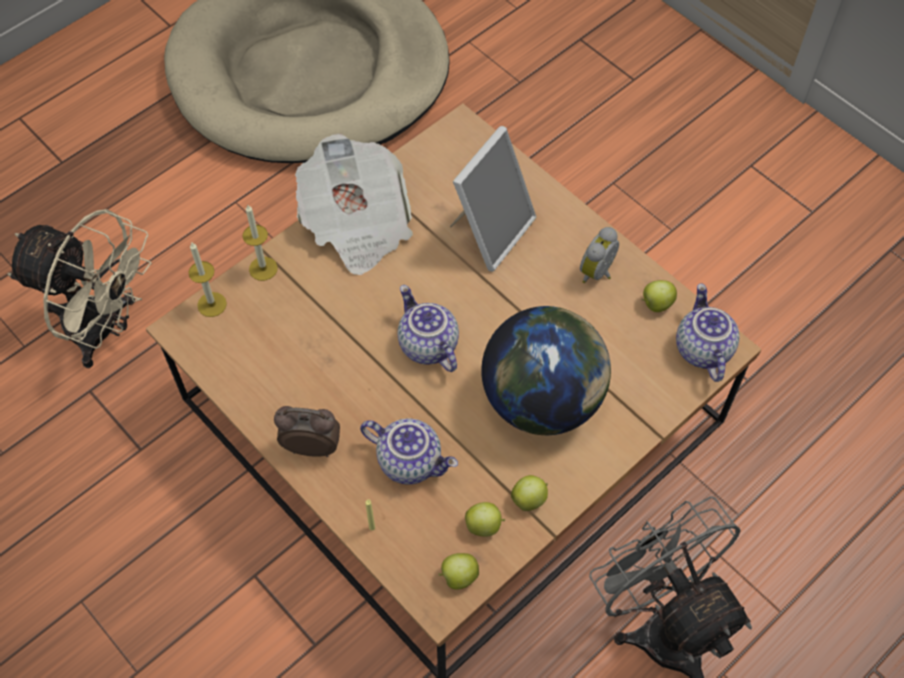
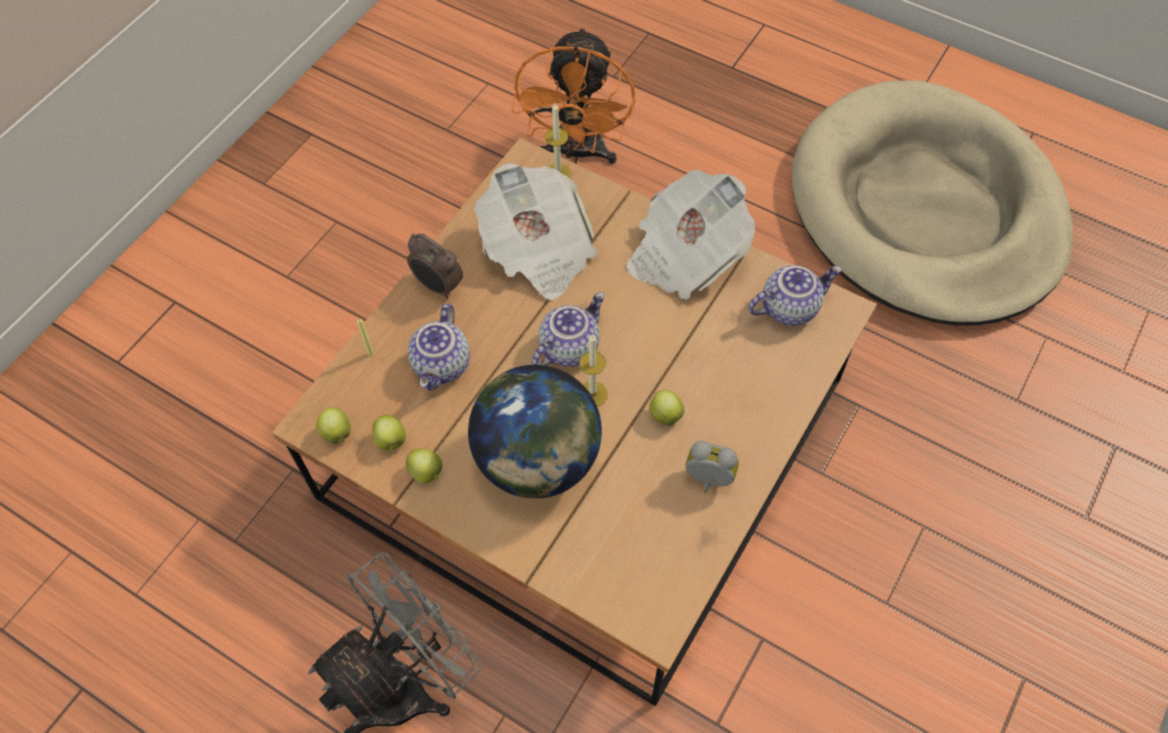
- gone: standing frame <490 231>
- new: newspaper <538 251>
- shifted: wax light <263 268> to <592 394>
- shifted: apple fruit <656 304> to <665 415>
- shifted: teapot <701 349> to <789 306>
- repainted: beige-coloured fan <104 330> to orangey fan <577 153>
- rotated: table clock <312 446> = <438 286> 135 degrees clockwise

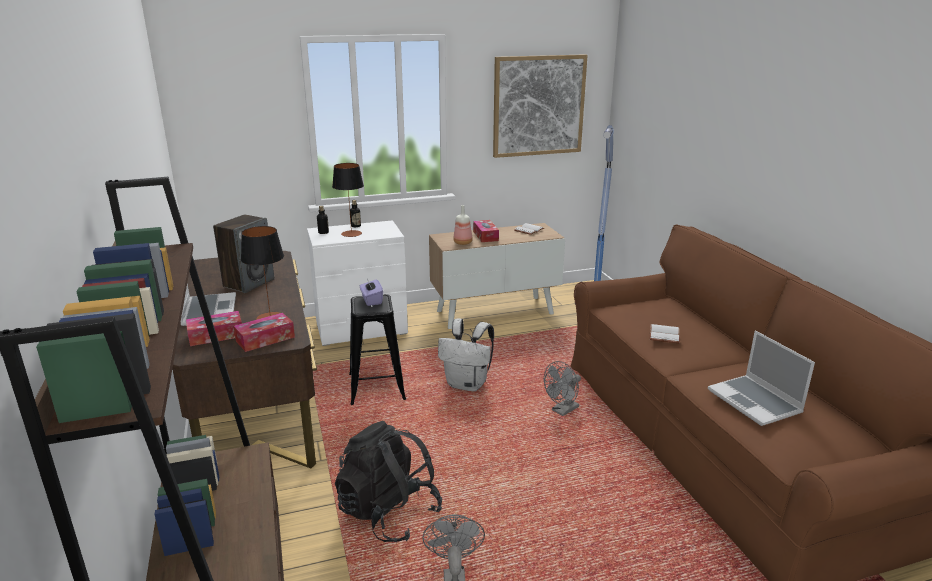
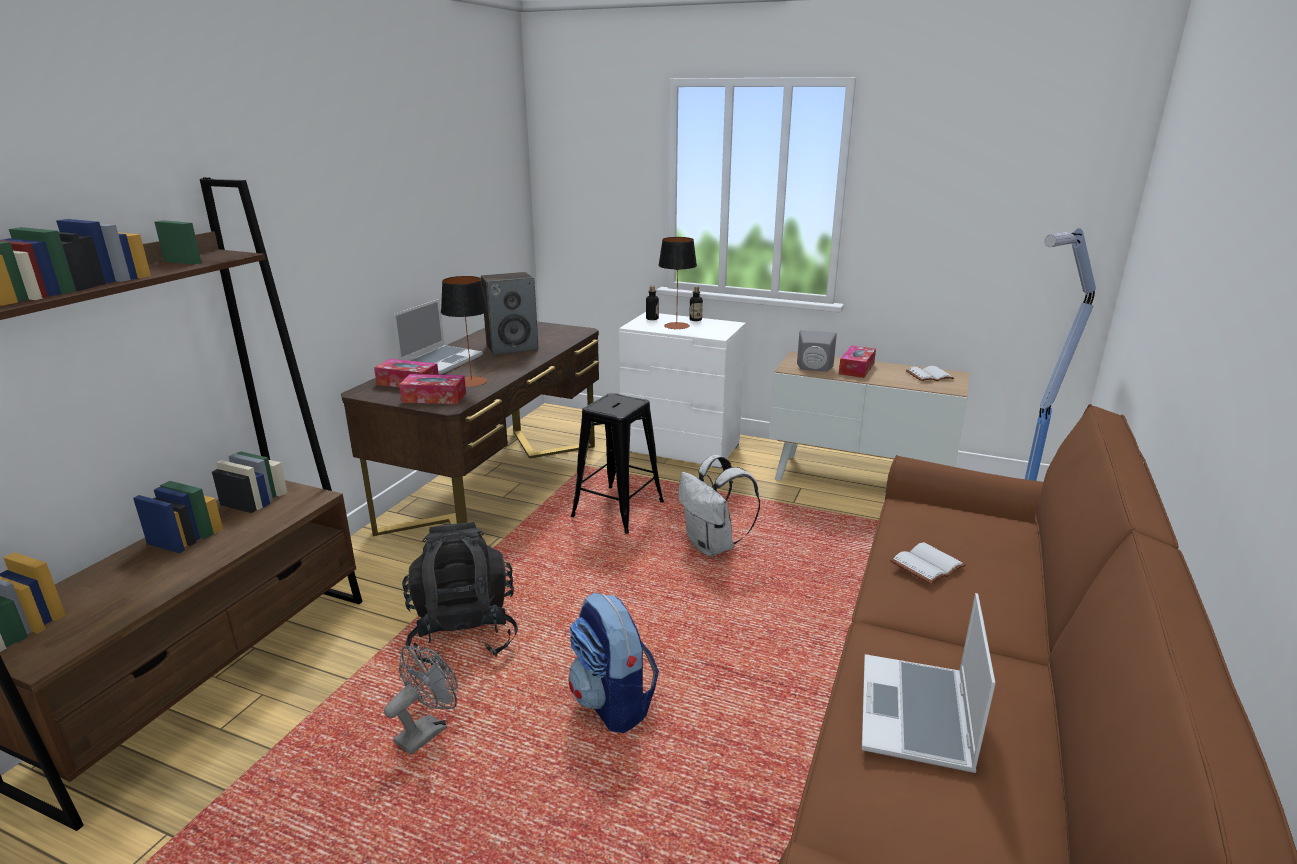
- gone: purple-coloured box of tissues <371 300>
- gone: wall art <538 106>
- gone: grey fan <562 411>
- new: knapsack <613 703>
- swapped: beverage bottle <463 242> to grey audio speaker <814 369>

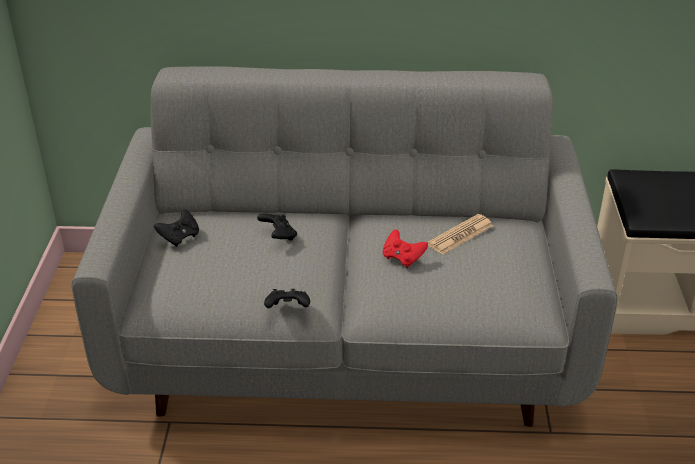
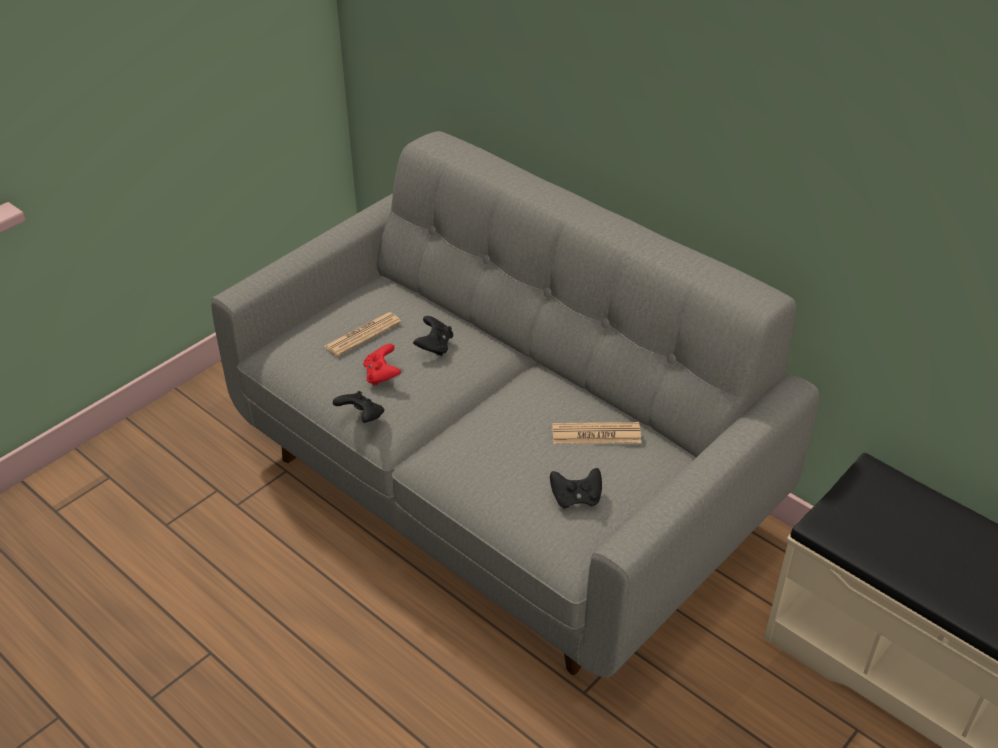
- new: newspaper <363 335>
- shifted: black-coloured joypad <179 237> to <576 498>
- shifted: reddish joypad <402 258> to <382 375>

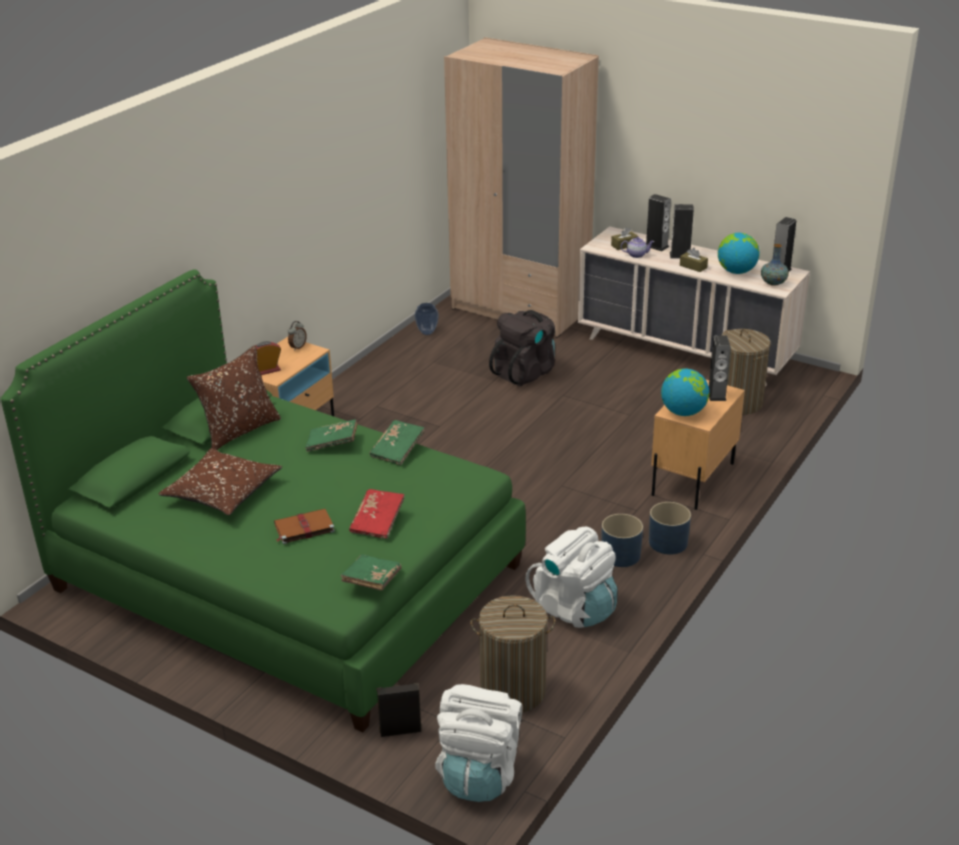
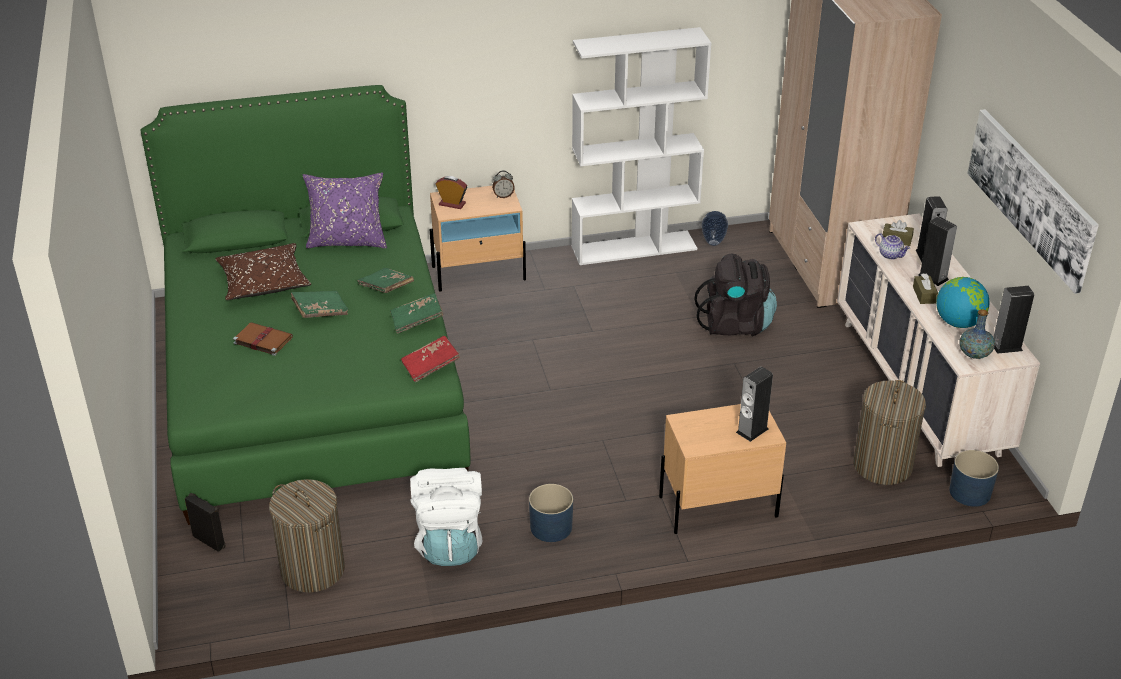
- gone: white-coloured knapsack <479 773>
- gone: desk globe <683 412>
- new: white-coloured bookshelf <634 248>
- new: wall art <1030 196>
- shifted: green-coloured volume <371 580> to <320 311>
- shifted: reddish volume <378 522> to <430 366>
- shifted: blue flower pot <668 543> to <969 493>
- repainted: brown pillow <239 430> to purple-coloured pillow <347 241>

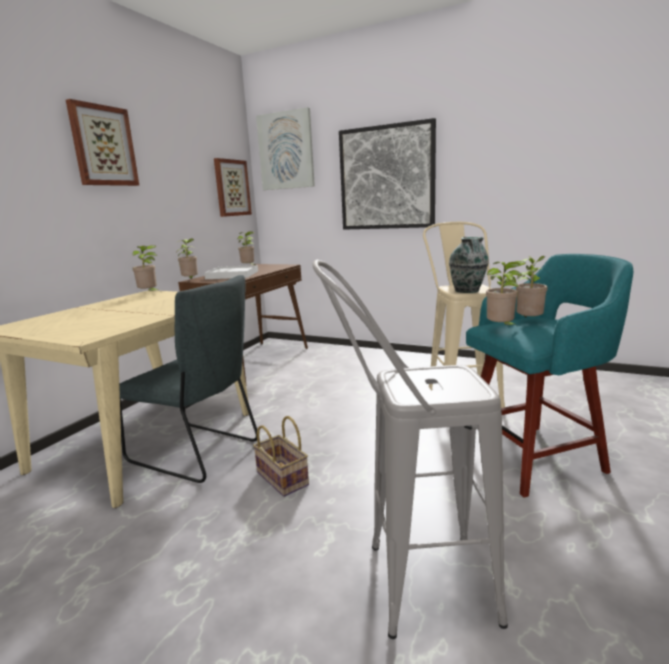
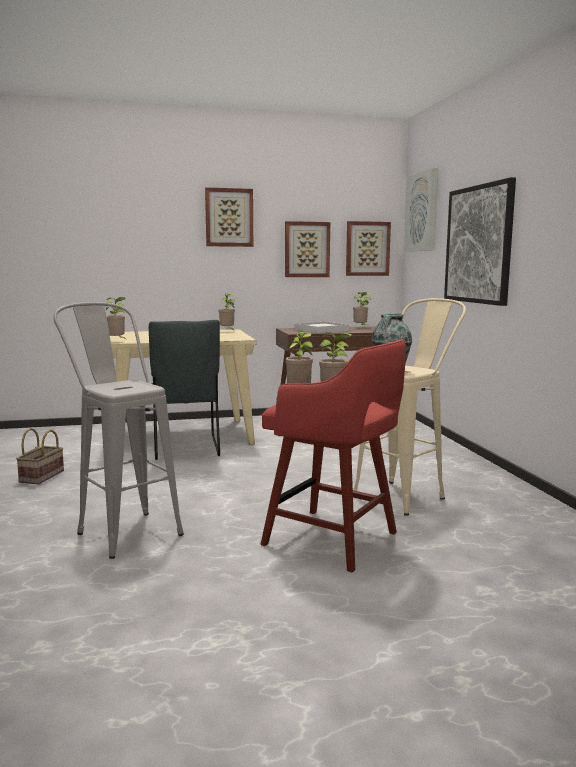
- new: wall art <306 249>
- shifted: potted plant <191 281> to <117 341>
- shifted: household basket <284 479> to <42 477>
- repainted: turquoise-coloured stool seat <535 457> to reddish stool seat <334 540>

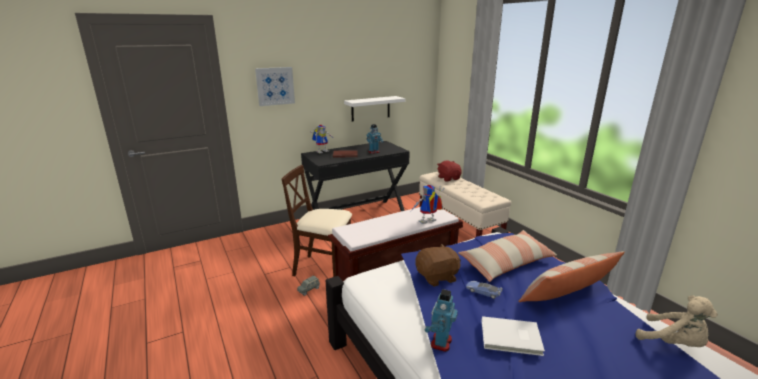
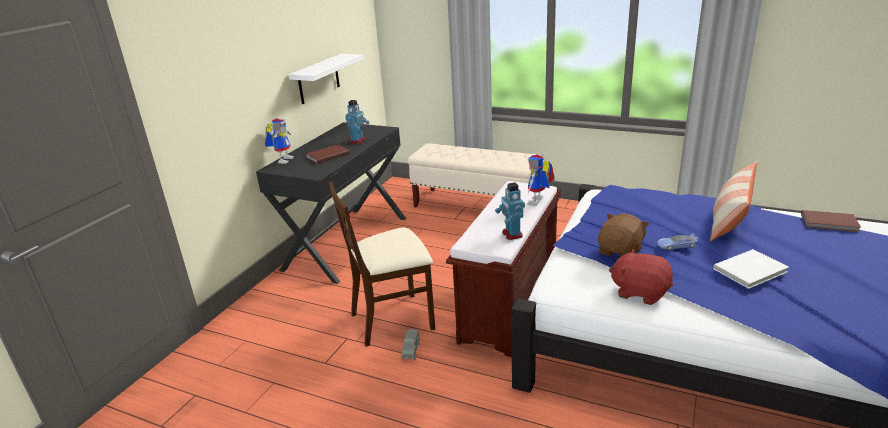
- gone: wall art <275 86>
- gone: pillow <506 263>
- shifted: toy robot <440 342> to <511 234>
- shifted: reddish soft toy <448 178> to <640 292>
- swapped: beige-coloured soft toy <673 343> to brown volume <830 223>

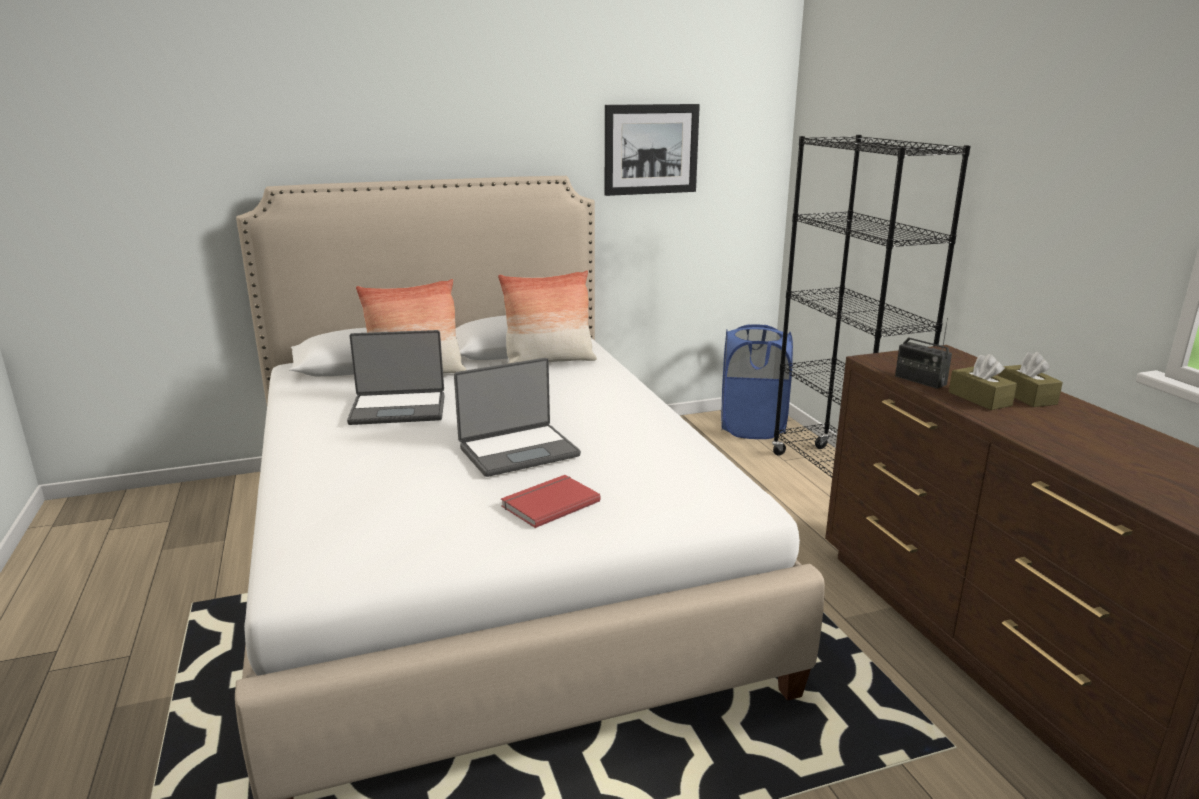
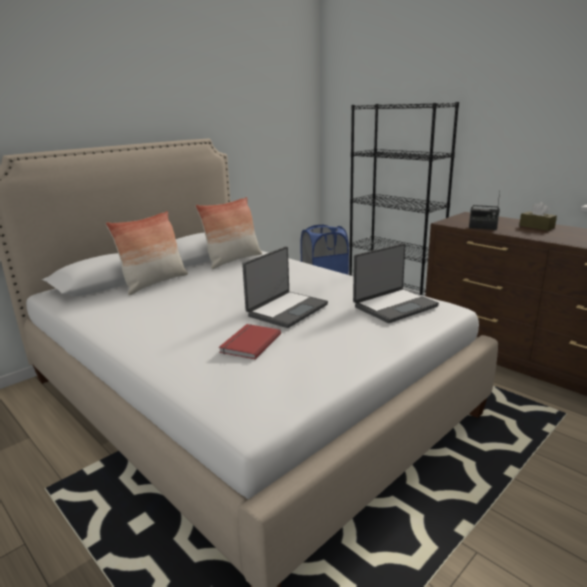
- gone: wall art <651 149>
- gone: brown box of tissues <979 399>
- shifted: portable computer <398 409> to <394 306>
- shifted: reddish volume <548 503> to <249 343>

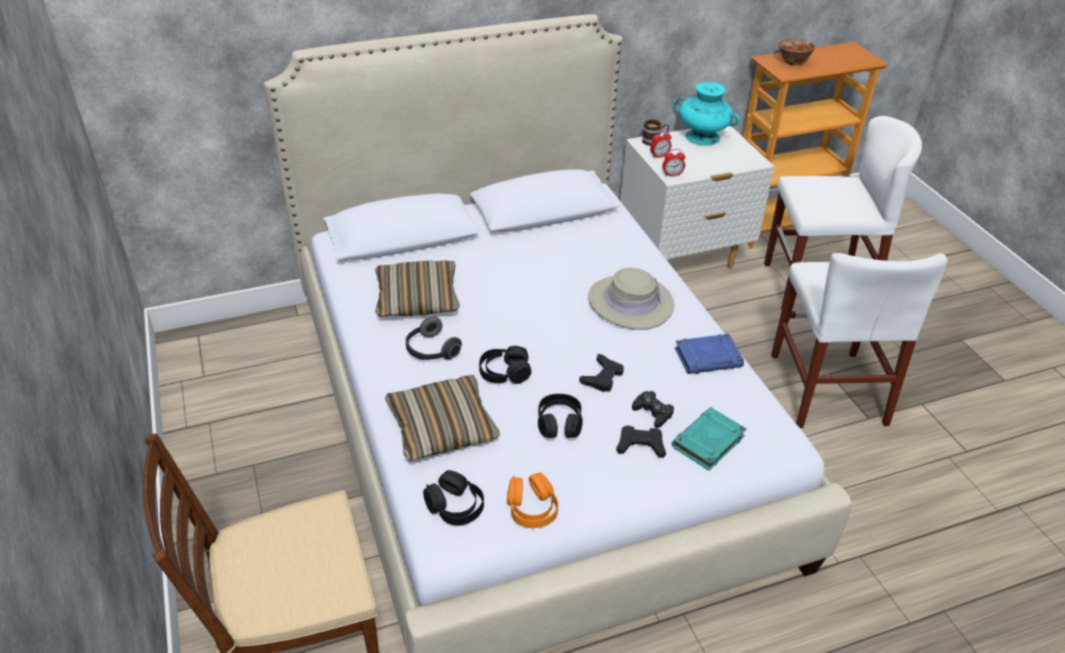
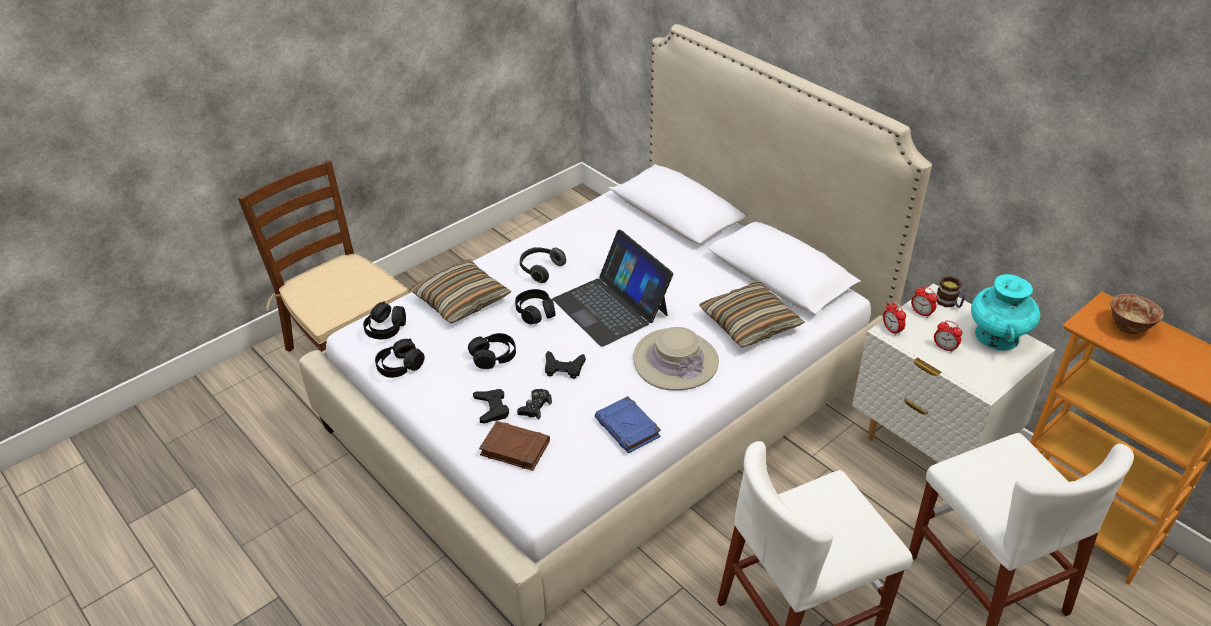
- new: portable computer <611 306>
- new: table clock <944 348>
- shifted: pillow <417 299> to <749 324>
- repainted: orangey headphones <532 508> to black-coloured headphones <400 366>
- repainted: turquoise-coloured volume <708 442> to brown volume <514 448>

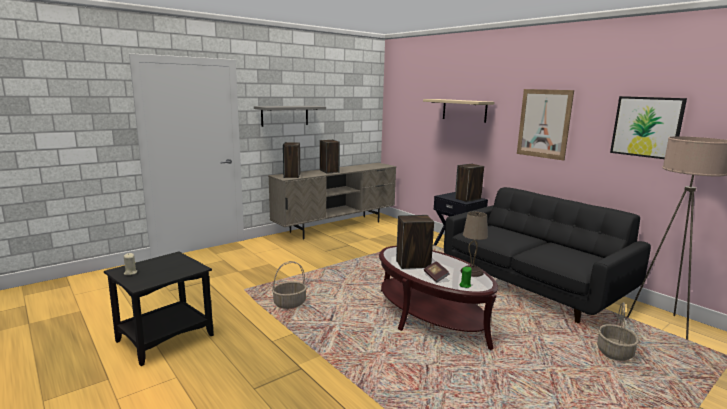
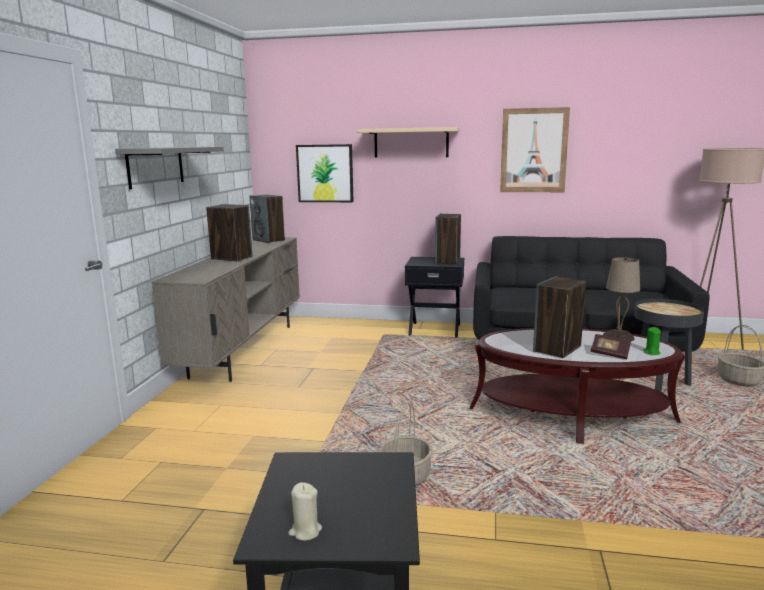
- new: black-coloured side table <660 385>
- shifted: audio speaker <292 176> to <269 240>
- shifted: wall art <646 127> to <325 173>

